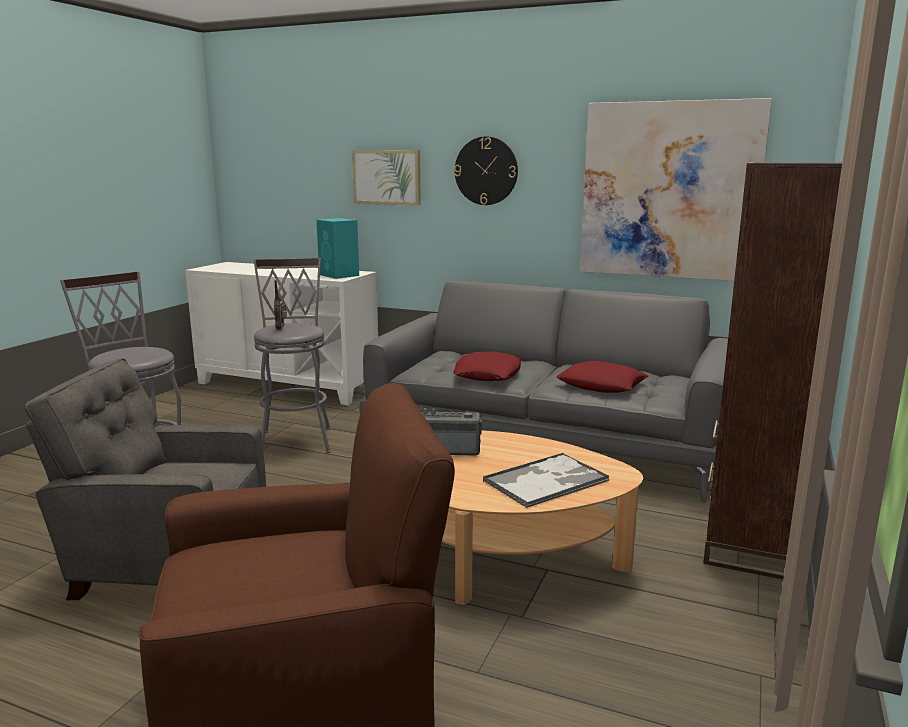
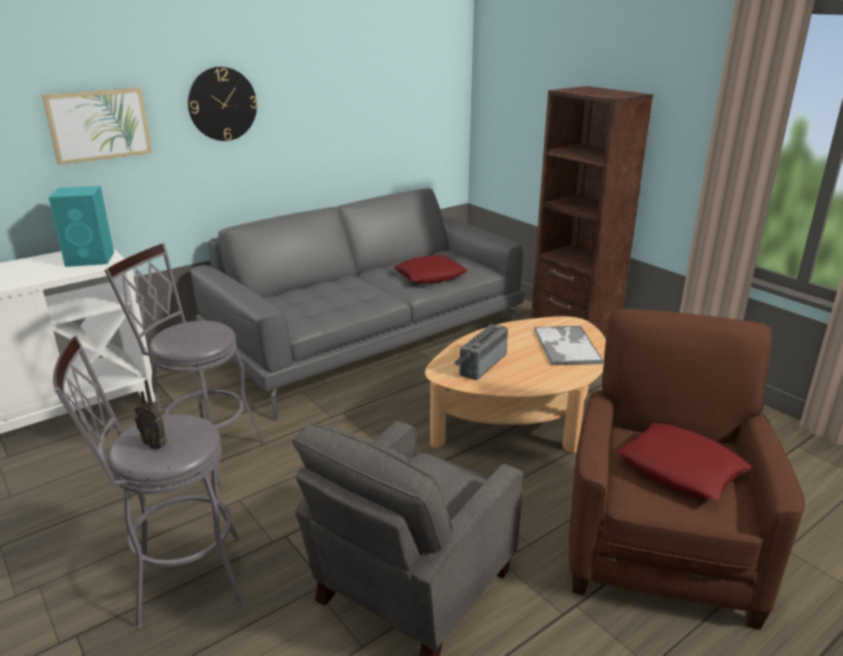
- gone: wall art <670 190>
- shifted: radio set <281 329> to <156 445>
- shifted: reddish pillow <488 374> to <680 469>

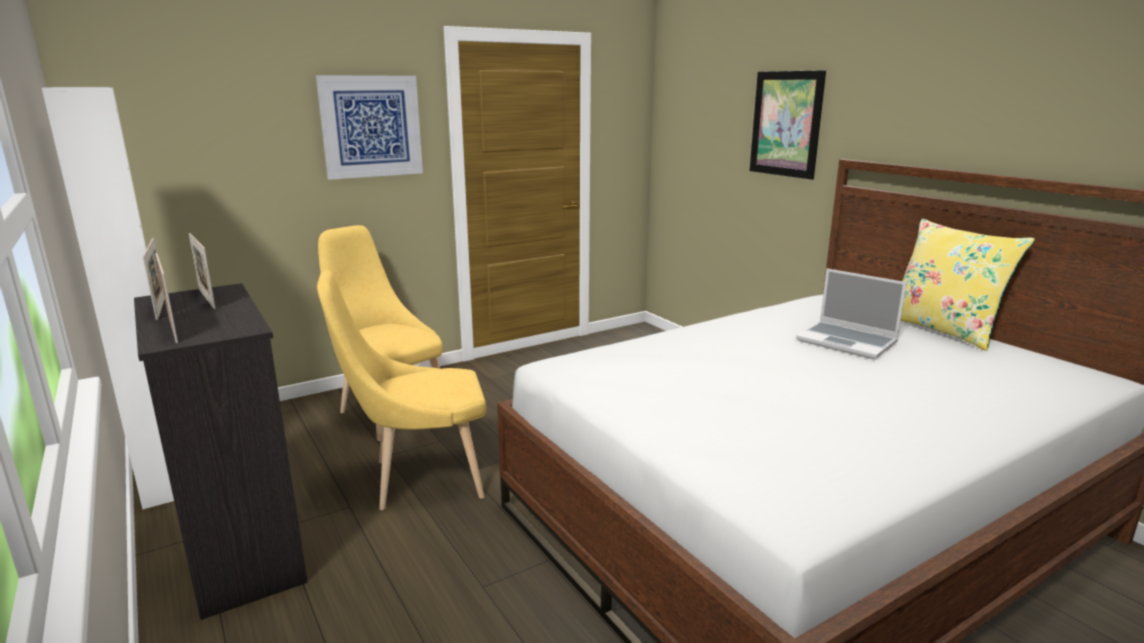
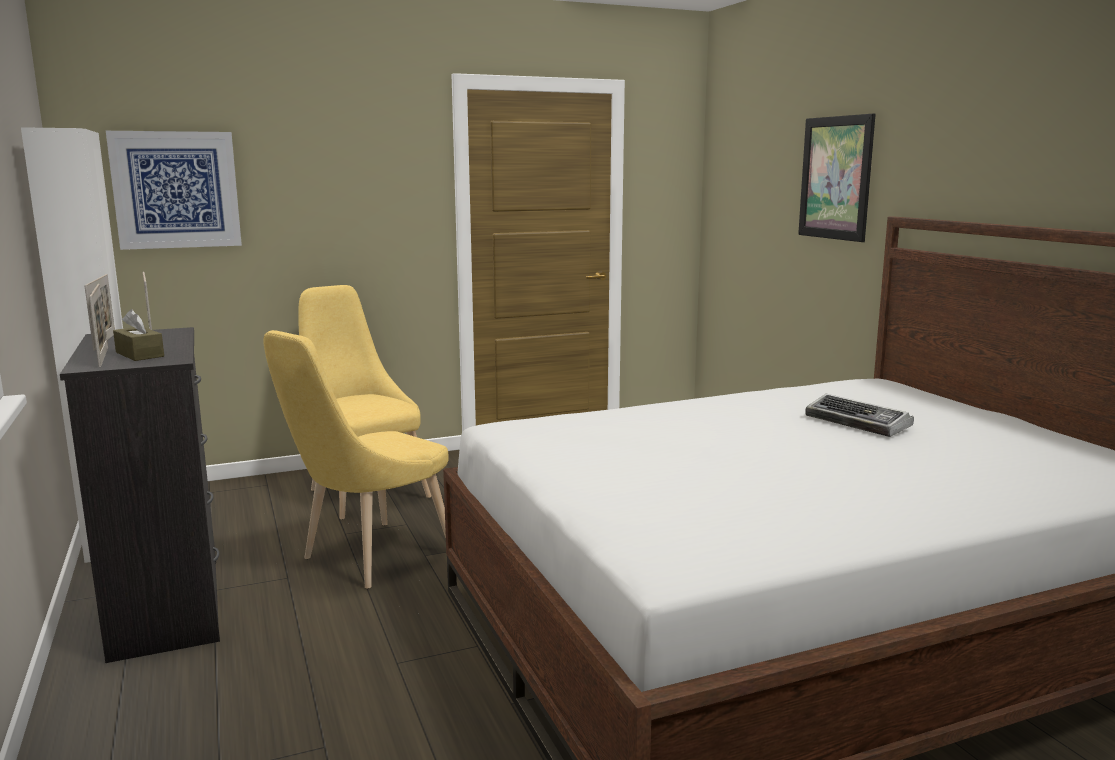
- gone: yellowish pillow <943 330>
- new: brown box of tissues <139 354>
- shifted: wall art <371 126> to <176 190>
- swapped: portable computer <848 342> to keyboard <859 423>
- rotated: yellowish plain chair <419 479> = <370 558> 45 degrees counterclockwise

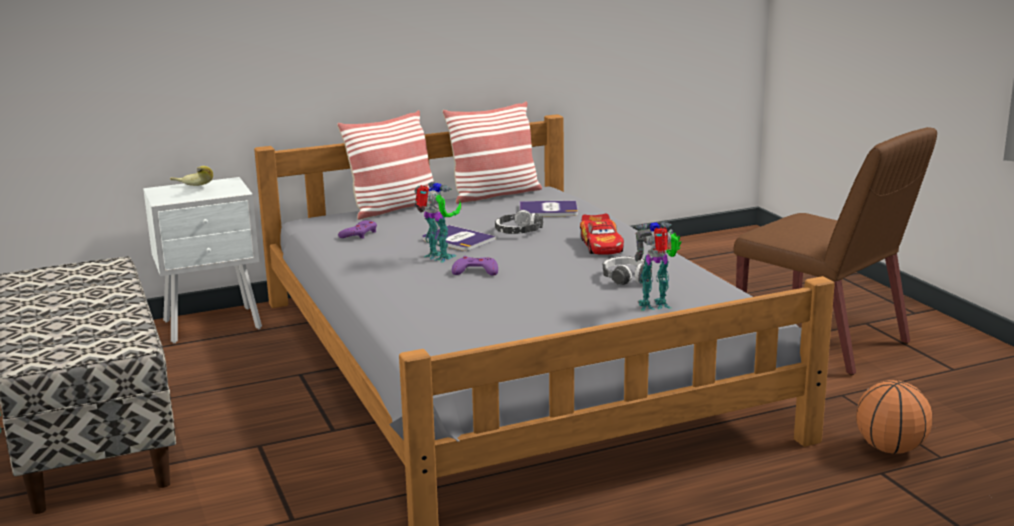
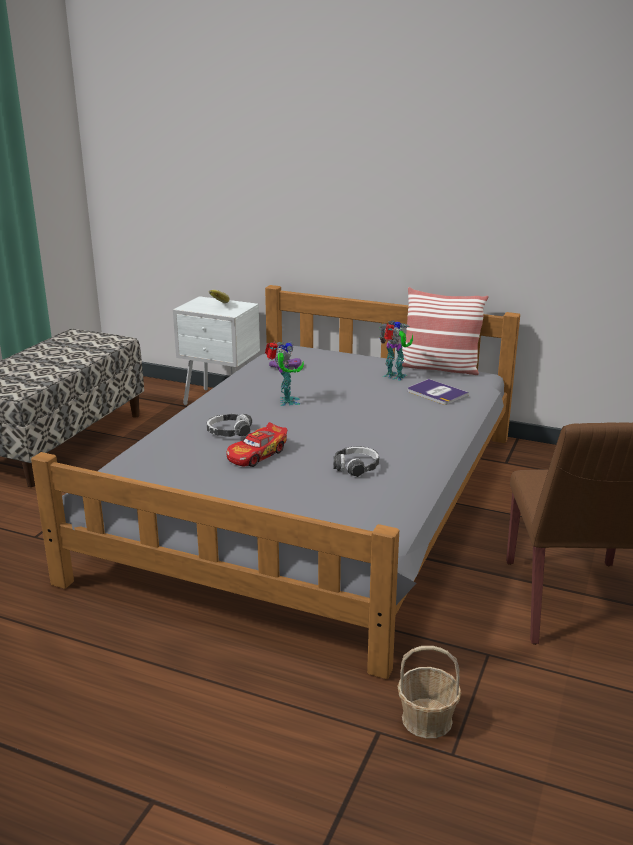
- gone: pillow <393 207>
- gone: volume <457 240>
- gone: purple-coloured joypad <475 271>
- shifted: headphones <518 231> to <229 432>
- shifted: model car <601 245> to <257 454>
- shifted: toy robot <655 306> to <394 377>
- swapped: ball for basketball <890 449> to household basket <427 720>

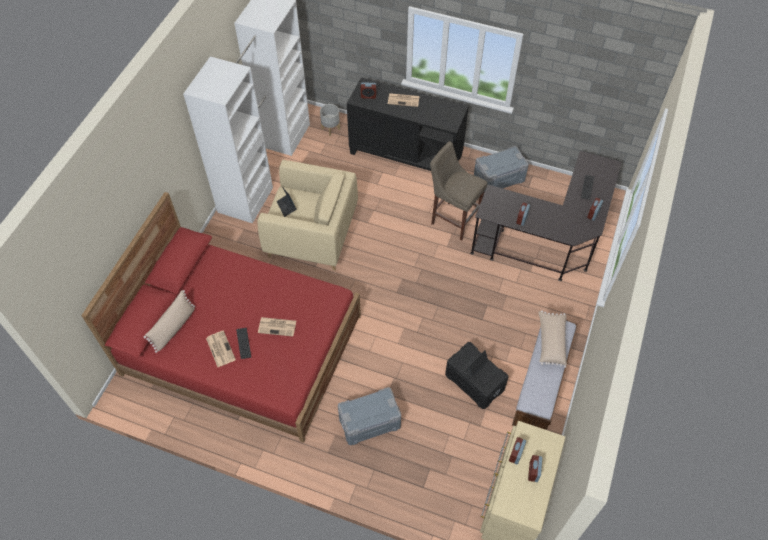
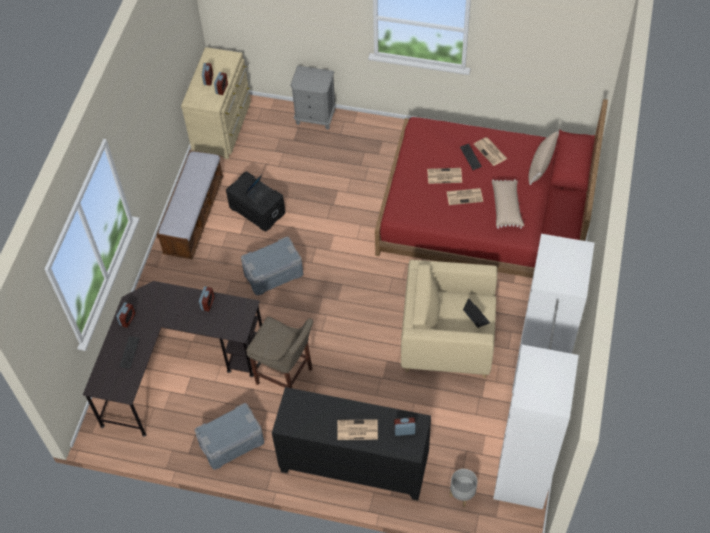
- new: grey nightstand <315 117>
- new: newspaper <465 196>
- shifted: grey storage bin <370 423> to <273 274>
- shifted: beige-coloured pillow <551 342> to <506 208>

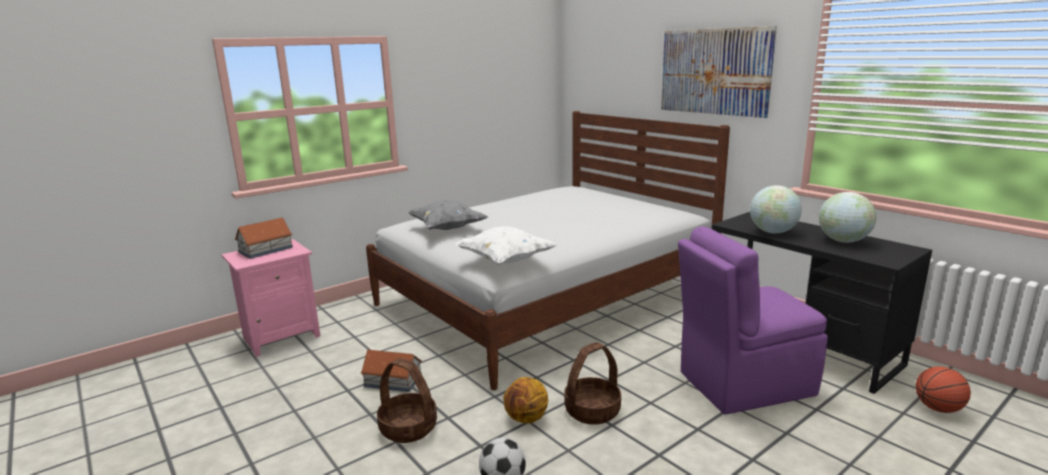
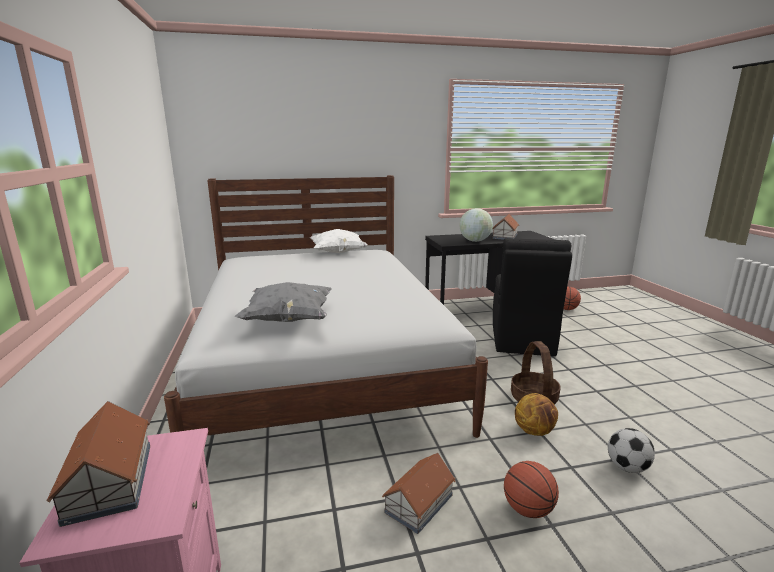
- gone: wall art <714 71>
- shifted: white-coloured pillow <505 261> to <338 253>
- swapped: household basket <409 428> to ball for basketball <527 509>
- swapped: desk globe <843 241> to miniature house <505 236>
- repainted: purple-coloured plain chair <742 384> to black-coloured plain chair <522 340>

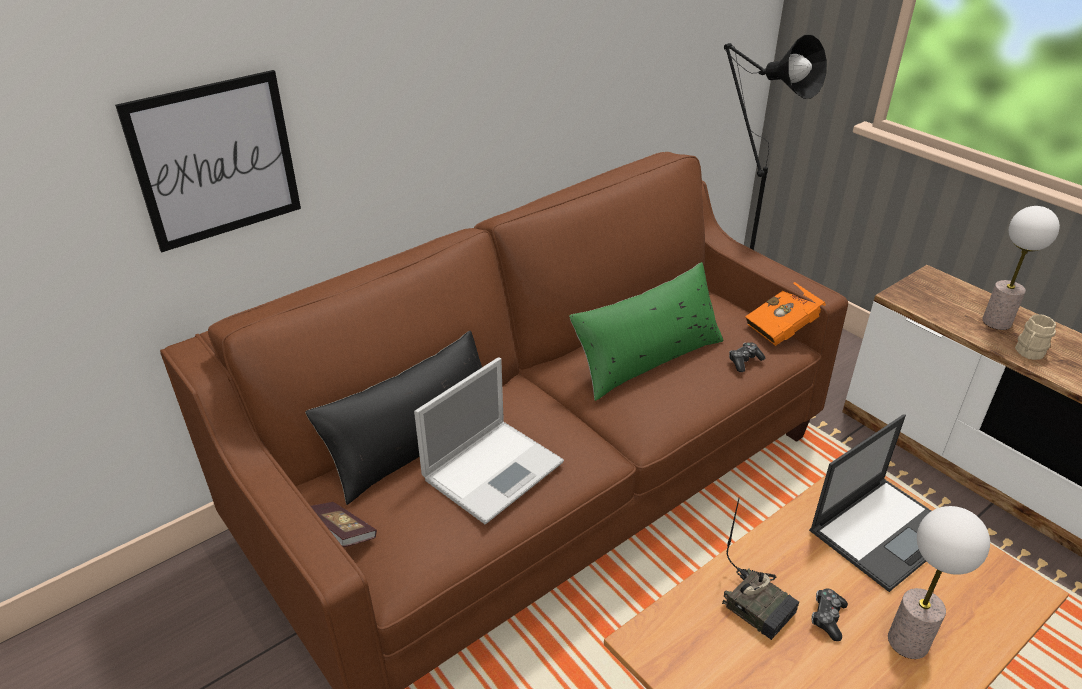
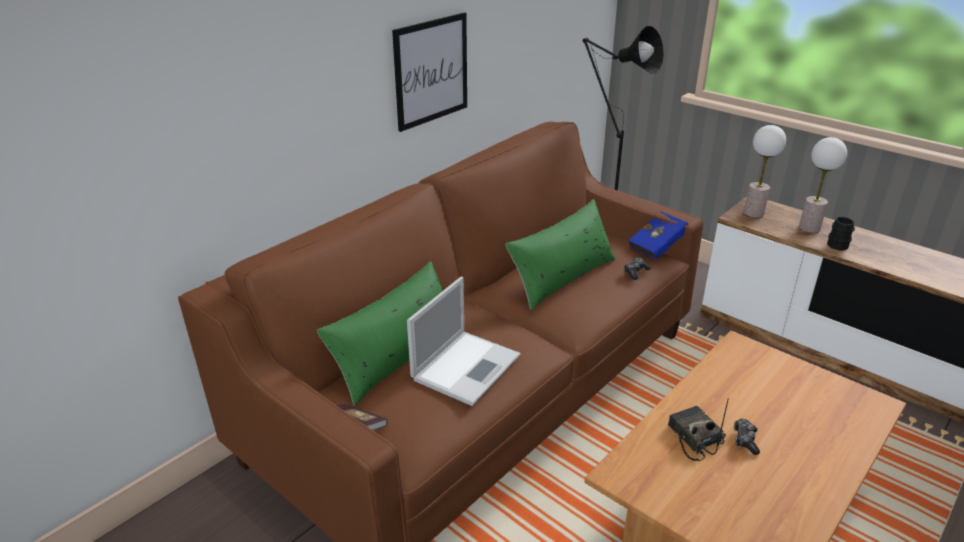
- gone: portable computer <884 531>
- shifted: wall art <216 161> to <431 71>
- shifted: lamp for a table <908 642> to <754 213>
- repainted: black-coloured pillow <415 445> to green-coloured pillow <397 356>
- repainted: orangey volume <785 328> to blue volume <659 247>
- repainted: beige-coloured coffee mug <1028 353> to black-coloured coffee mug <836 246>
- rotated: radio set <759 604> = <693 437> 150 degrees counterclockwise

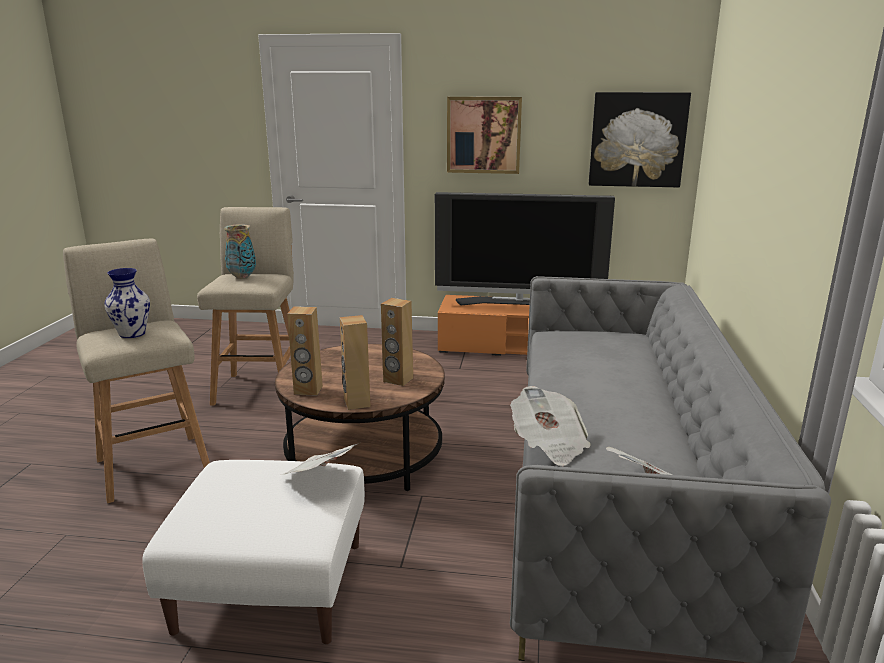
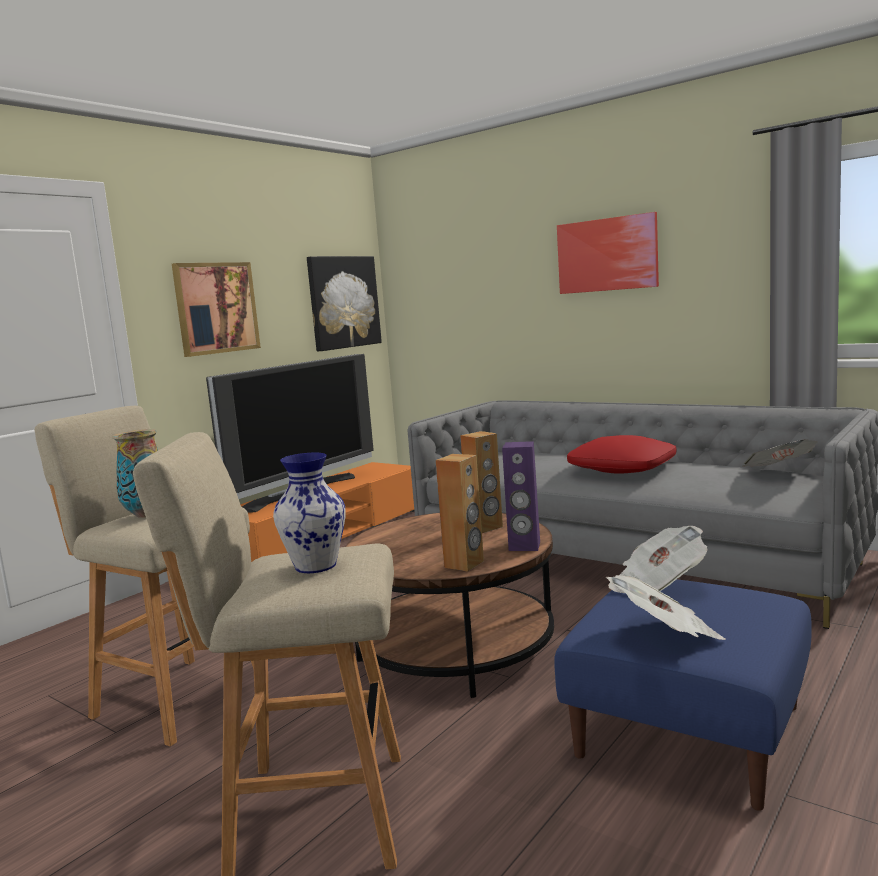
- new: wall art <607 254>
- new: reddish pillow <622 467>
- shifted: newspaper <549 444> to <666 634>
- repainted: white-coloured ottoman <270 586> to blue ottoman <689 732>
- repainted: brown audio speaker <356 403> to purple-coloured audio speaker <524 546>

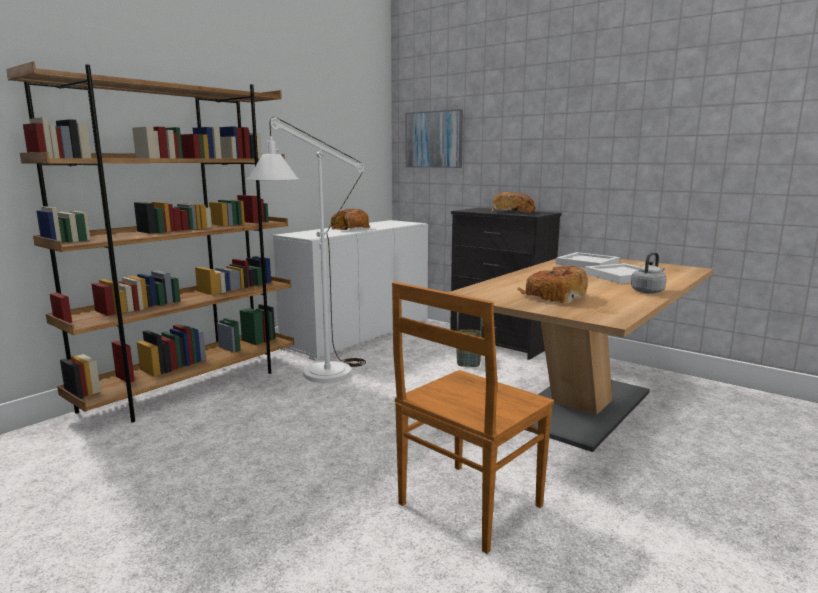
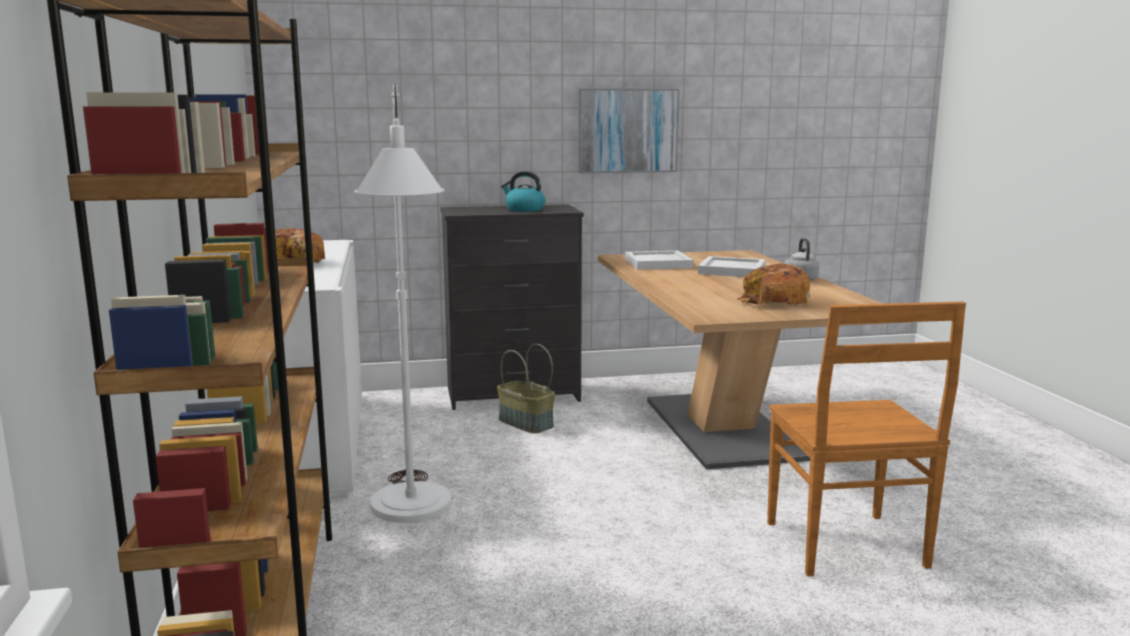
- shifted: wall art <434 139> to <627 131>
- swapped: bakery bread <512 212> to kettle <524 209>

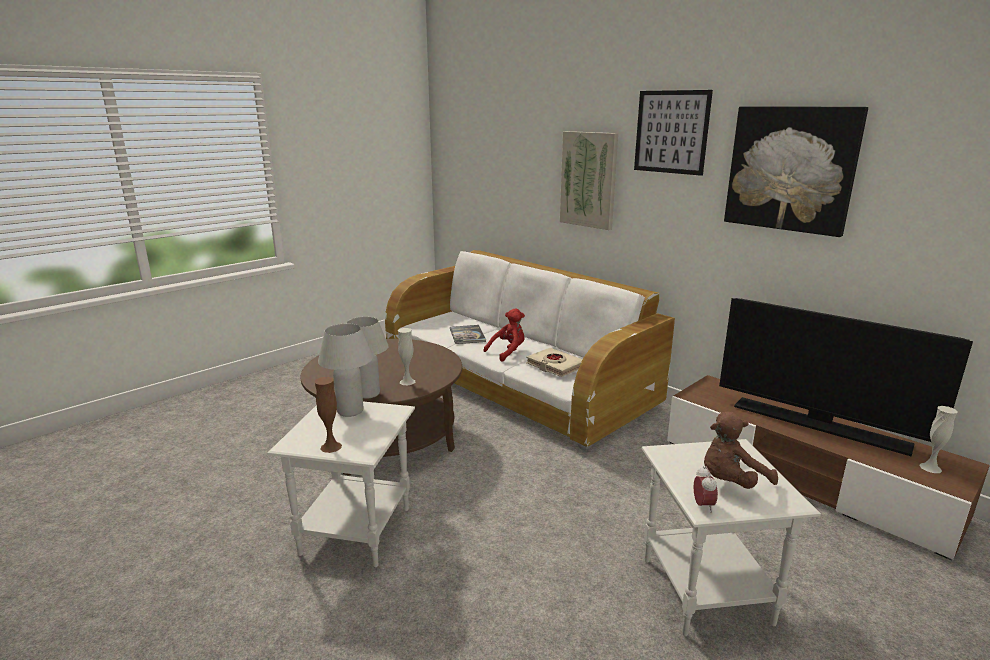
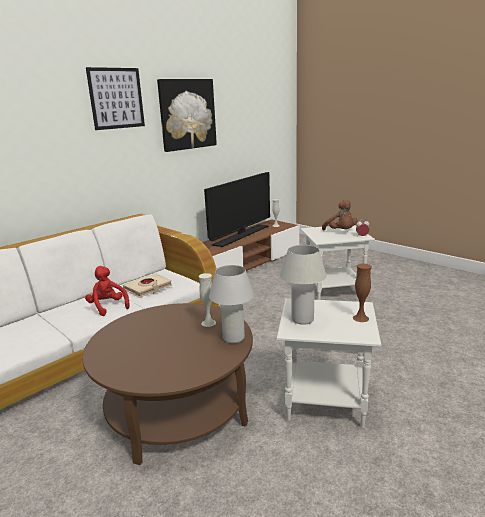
- gone: volume <467 335>
- gone: wall art <589 179>

